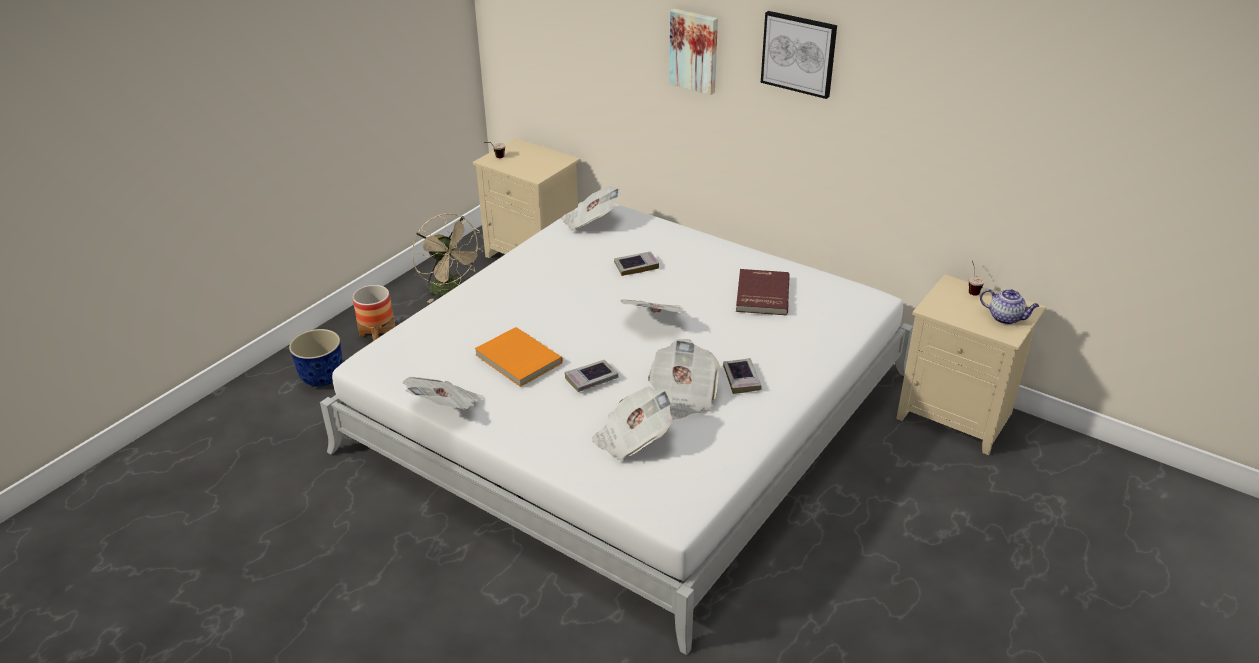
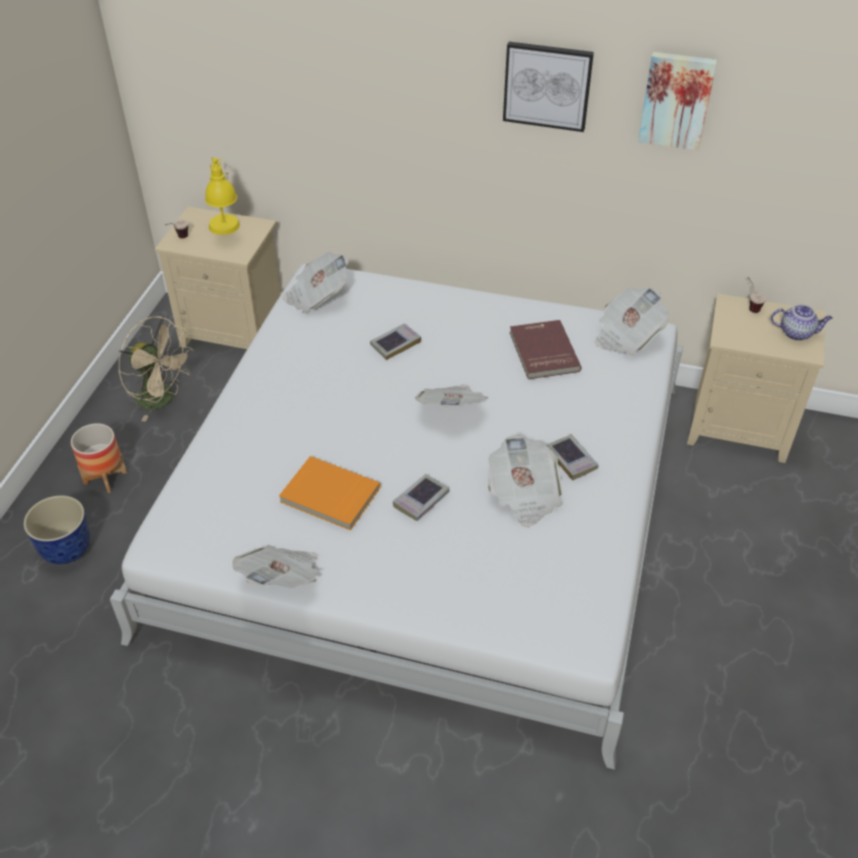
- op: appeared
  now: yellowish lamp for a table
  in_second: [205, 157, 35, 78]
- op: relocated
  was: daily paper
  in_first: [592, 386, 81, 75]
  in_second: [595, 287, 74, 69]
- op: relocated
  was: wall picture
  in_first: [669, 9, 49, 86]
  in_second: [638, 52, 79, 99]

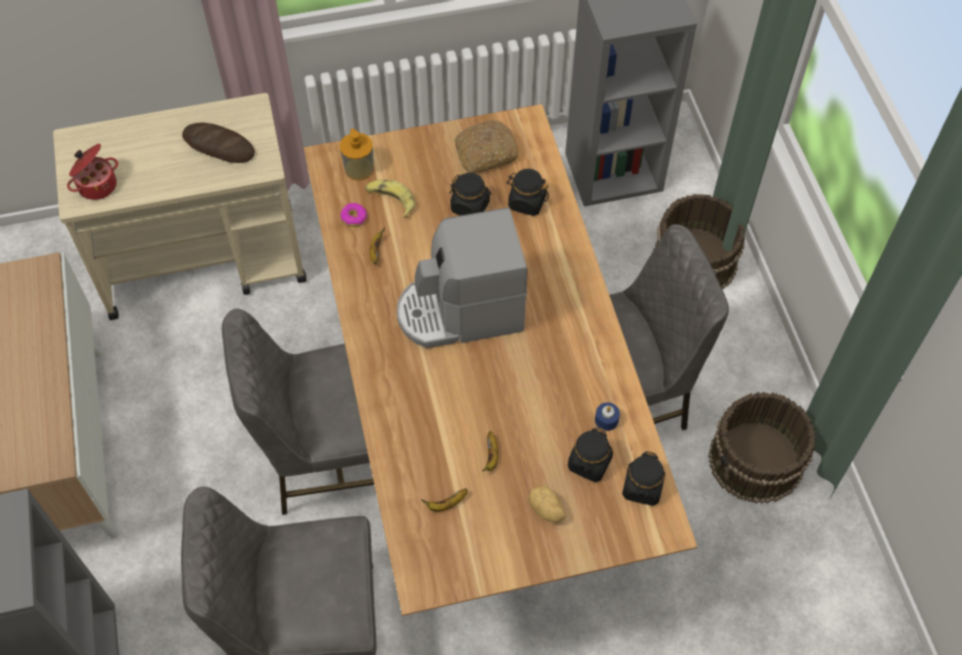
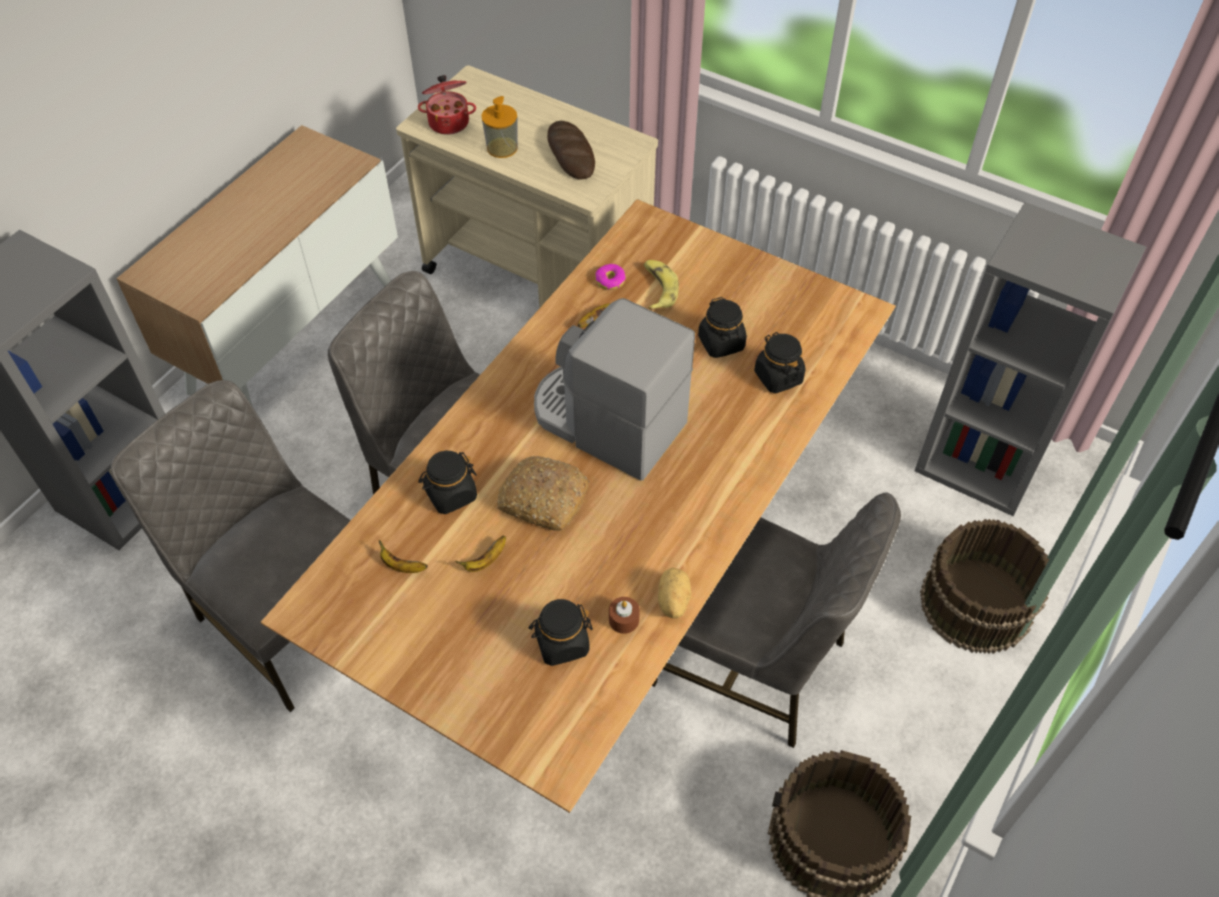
- op: relocated
  was: soap bottle
  in_first: [340, 129, 34, 52]
  in_second: [481, 96, 37, 62]
- op: relocated
  was: baked bread
  in_first: [455, 120, 63, 54]
  in_second: [497, 456, 92, 75]
- op: relocated
  was: whole potato
  in_first: [529, 486, 37, 37]
  in_second: [658, 568, 33, 50]
- op: relocated
  was: black-coloured storage jar
  in_first: [622, 451, 43, 55]
  in_second: [418, 451, 59, 63]
- op: colour
  was: bluish candle
  now: brown candle
  in_first: [595, 402, 25, 29]
  in_second: [609, 597, 31, 37]

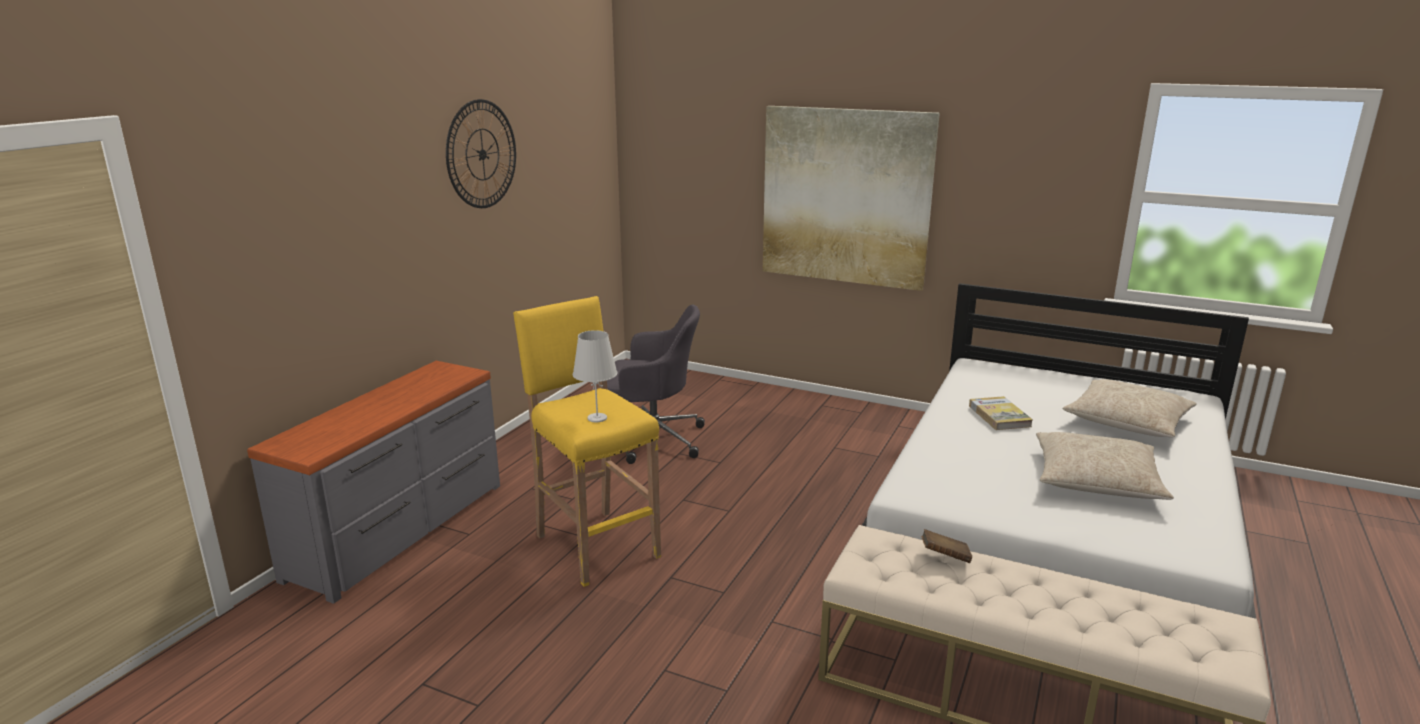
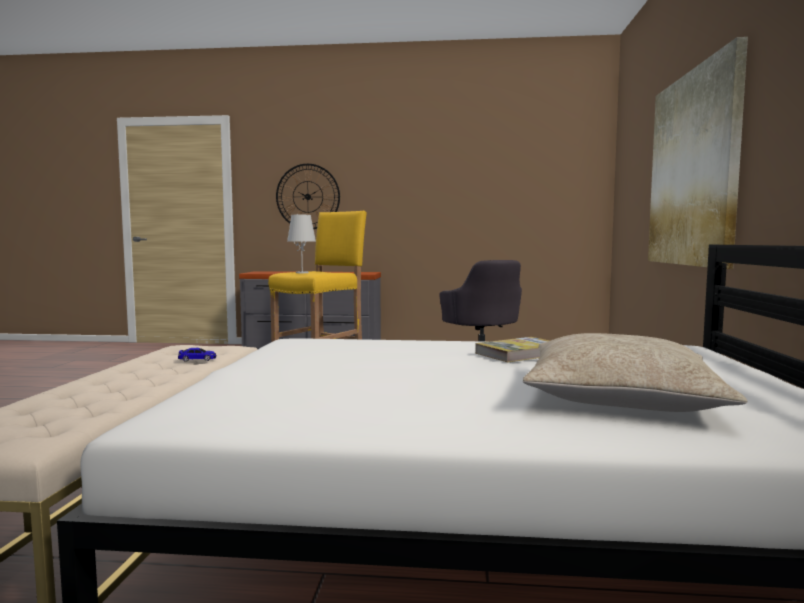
- op: missing
  was: beige-coloured throw pillow
  in_first: [1036, 432, 138, 68]
- op: relocated
  was: hanging clock
  in_first: [446, 99, 70, 109]
  in_second: [276, 164, 64, 65]
- op: exchanged
  was: brown book
  now: model car
  in_first: [921, 529, 51, 34]
  in_second: [178, 348, 38, 14]

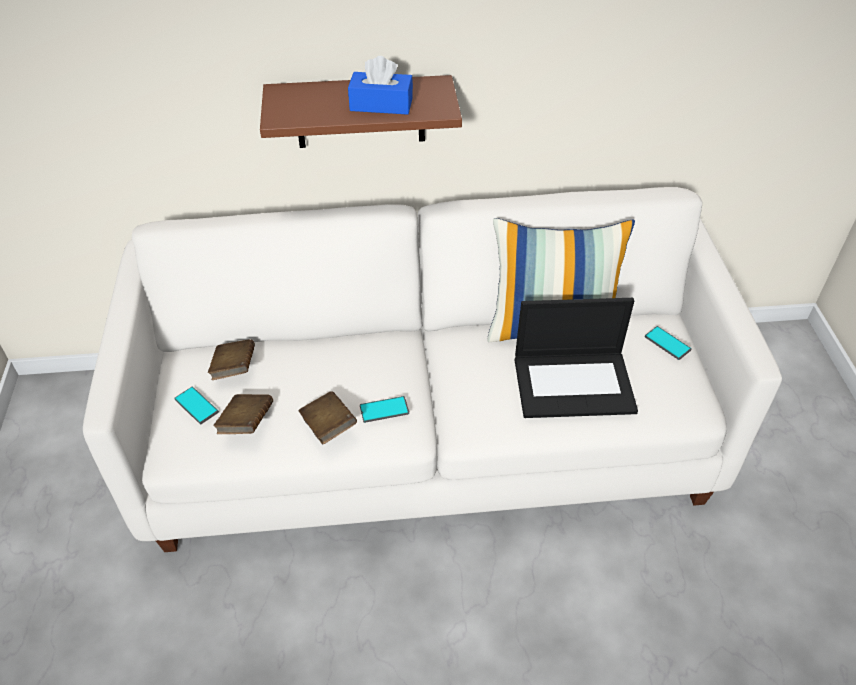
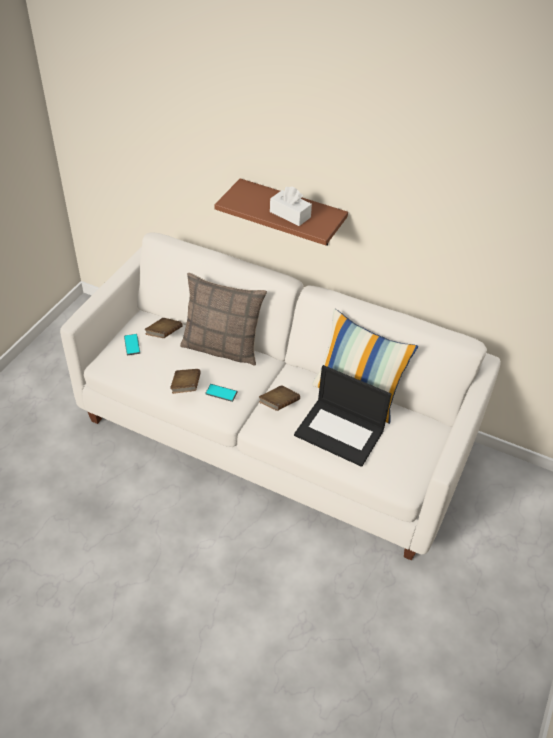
- op: missing
  was: phone
  in_first: [645, 326, 47, 34]
- op: appeared
  now: throw pillow
  in_second: [180, 272, 87, 94]
- op: relocated
  was: brown book
  in_first: [213, 394, 60, 40]
  in_second: [259, 385, 41, 26]
- op: colour
  was: bluish box of tissues
  now: white box of tissues
  in_first: [348, 56, 65, 59]
  in_second: [270, 187, 42, 39]

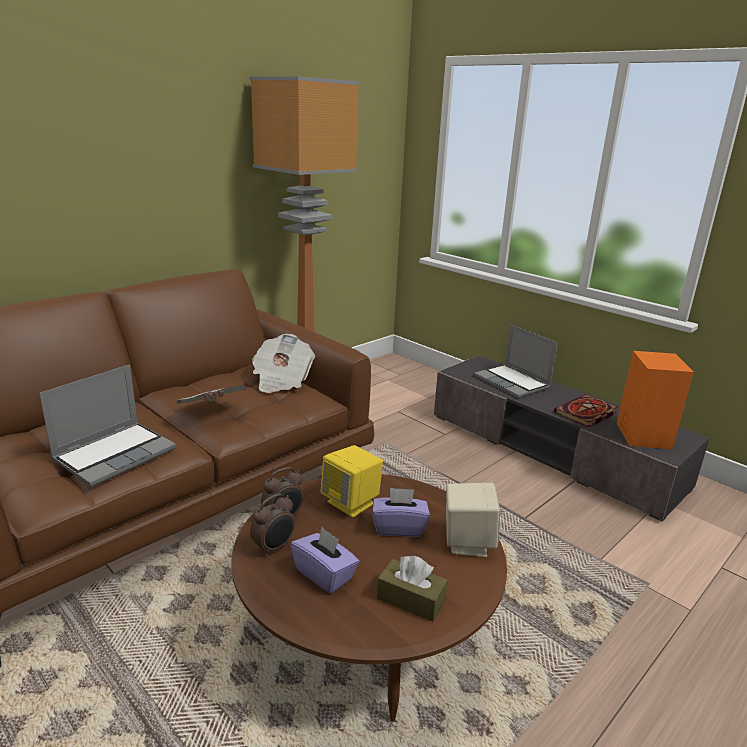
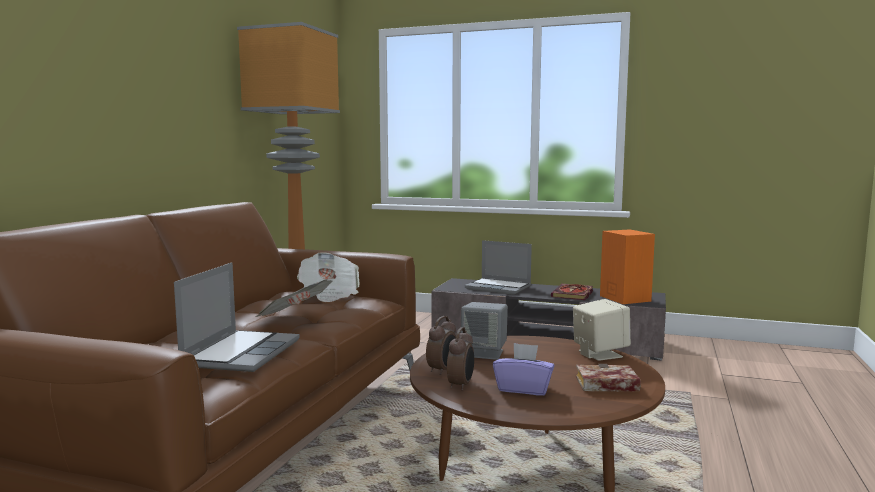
- op: missing
  was: purplish box of tissues
  in_first: [372, 488, 58, 49]
- op: exchanged
  was: brown box of tissues
  now: book
  in_first: [377, 556, 71, 66]
  in_second: [576, 364, 65, 28]
- op: colour
  was: yellowish audio speaker
  now: gray audio speaker
  in_first: [321, 445, 62, 72]
  in_second: [461, 302, 47, 58]

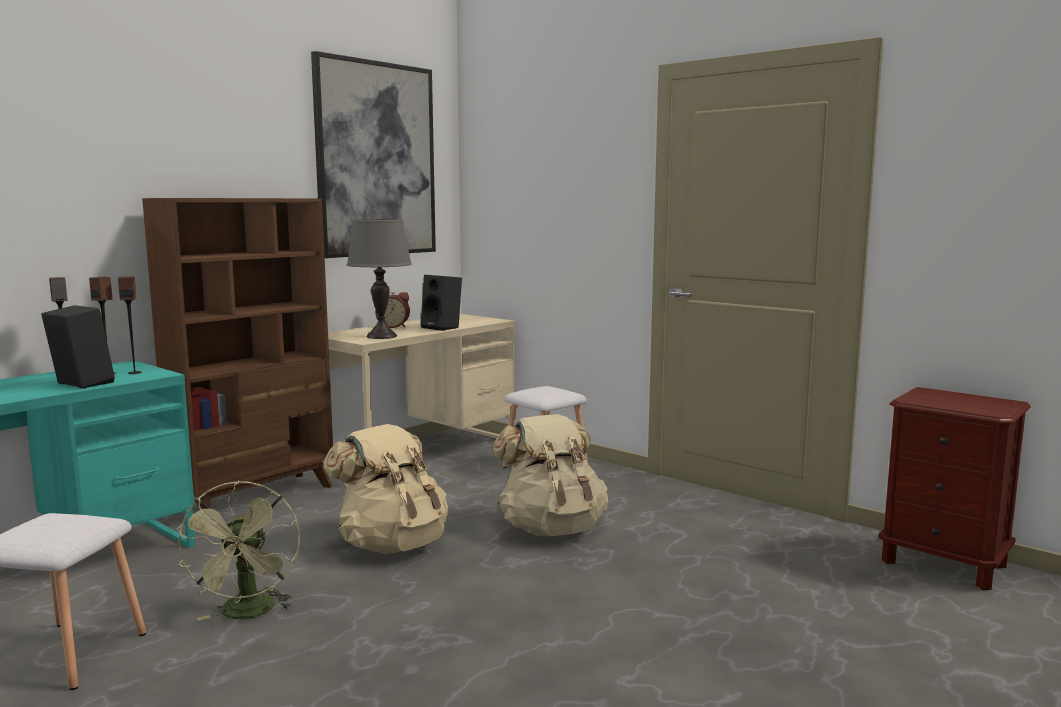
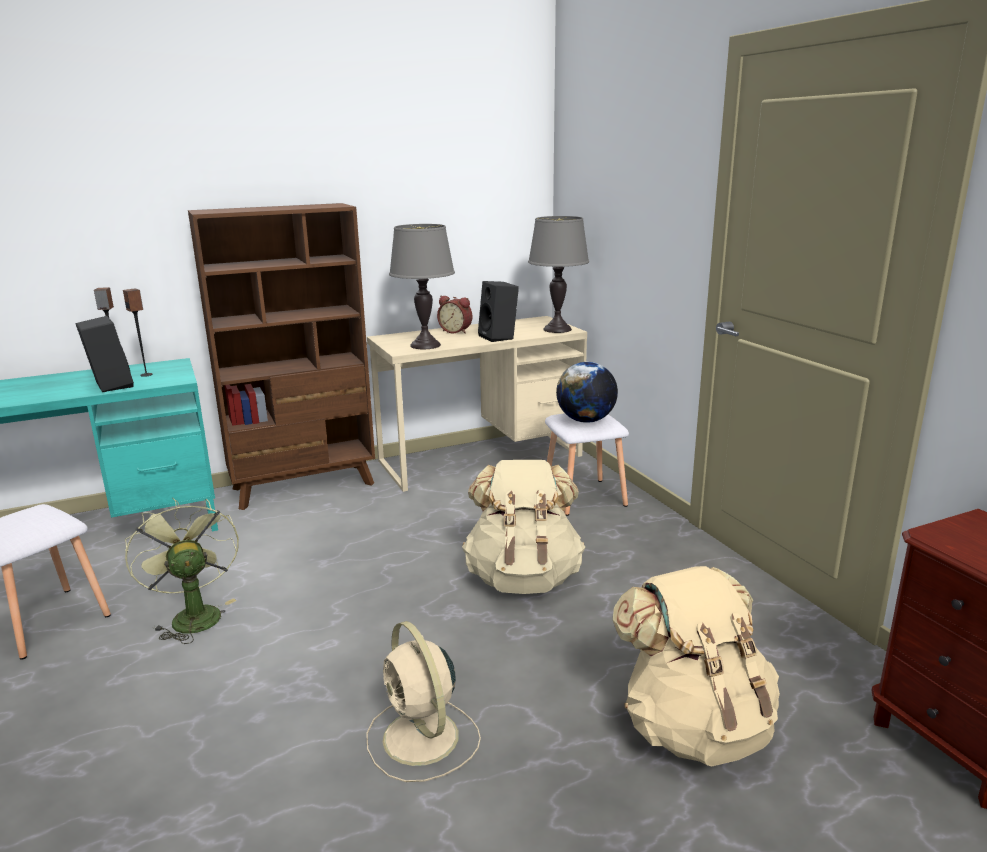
- op: missing
  was: audio speaker
  in_first: [118, 276, 24, 98]
- op: missing
  was: wall picture
  in_first: [311, 51, 125, 207]
- op: appeared
  now: beige-coloured cooling fan
  in_second: [366, 621, 115, 161]
- op: appeared
  now: gray lamp for a table
  in_second: [528, 216, 61, 117]
- op: appeared
  now: desk globe
  in_second: [556, 362, 62, 61]
- op: relocated
  was: beige-coloured rucksack
  in_first: [323, 424, 125, 130]
  in_second: [612, 566, 168, 200]
- op: spun
  was: green-coloured cooling fan
  in_first: [176, 481, 124, 140]
  in_second: [125, 498, 114, 146]
  clockwise: 135

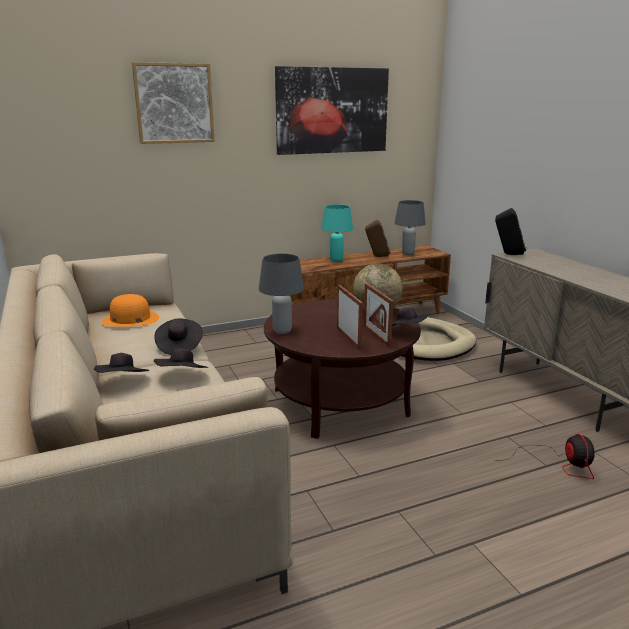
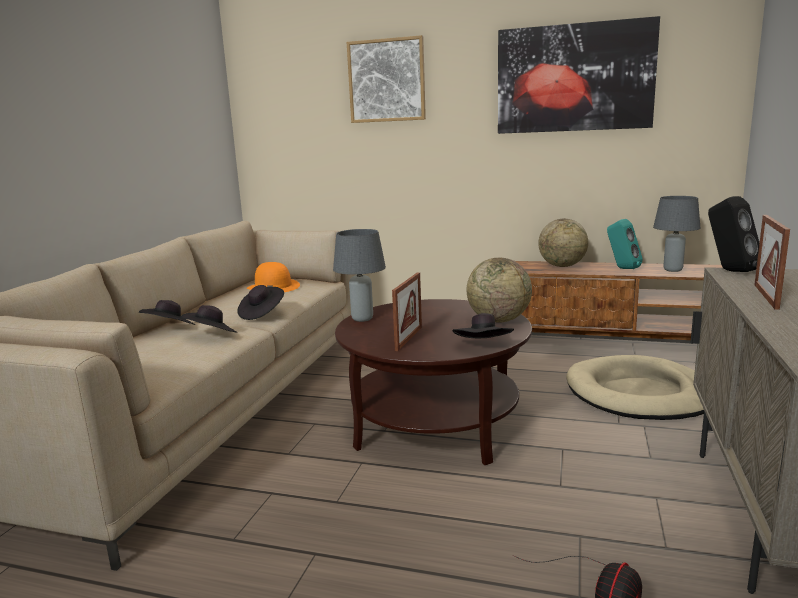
- op: relocated
  was: standing frame
  in_first: [364, 283, 30, 64]
  in_second: [754, 215, 36, 95]
- op: exchanged
  was: blue-green lamp for a table
  now: desk globe
  in_first: [321, 204, 32, 58]
  in_second: [538, 219, 50, 48]
- op: colour
  was: brown audio speaker
  now: blue-green audio speaker
  in_first: [365, 220, 26, 37]
  in_second: [607, 219, 36, 50]

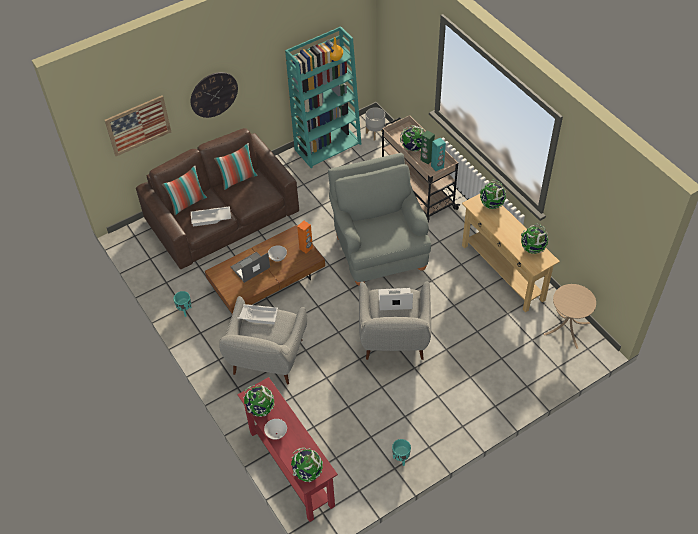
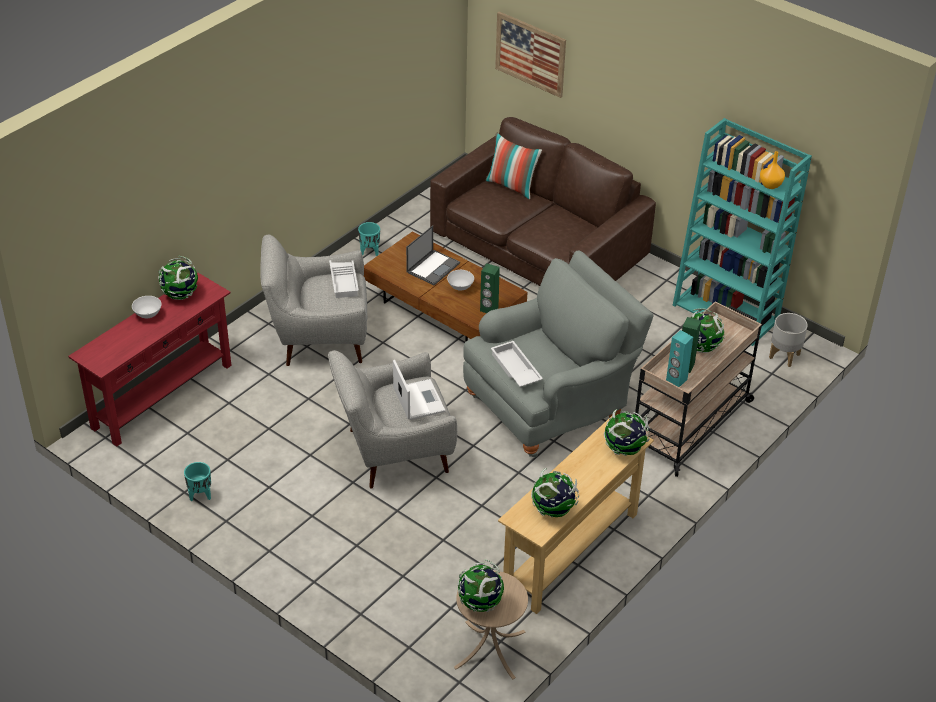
- op: missing
  was: hanging clock
  in_first: [190, 72, 48, 46]
- op: missing
  was: throw pillow
  in_first: [214, 143, 44, 47]
- op: relocated
  was: white serving tray
  in_first: [191, 206, 40, 21]
  in_second: [491, 341, 52, 46]
- op: relocated
  was: desk globe
  in_first: [291, 447, 32, 35]
  in_second: [458, 559, 46, 53]
- op: colour
  was: orange audio speaker
  now: green-coloured audio speaker
  in_first: [297, 221, 16, 32]
  in_second: [480, 263, 20, 50]
- op: spun
  was: notebook computer
  in_first: [231, 252, 39, 31]
  in_second: [406, 225, 54, 60]
  clockwise: 90

